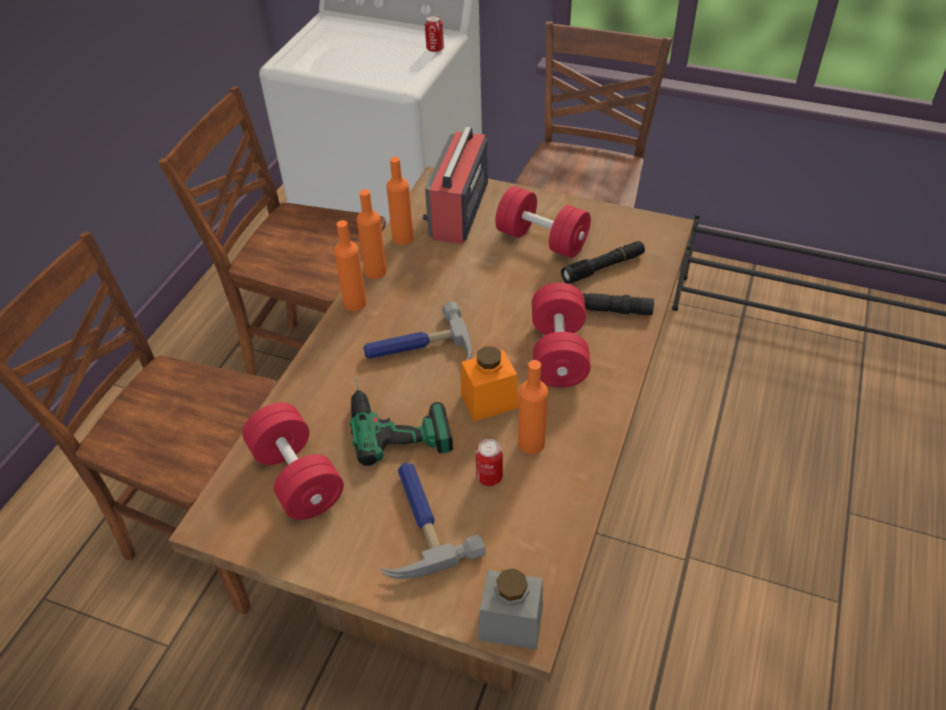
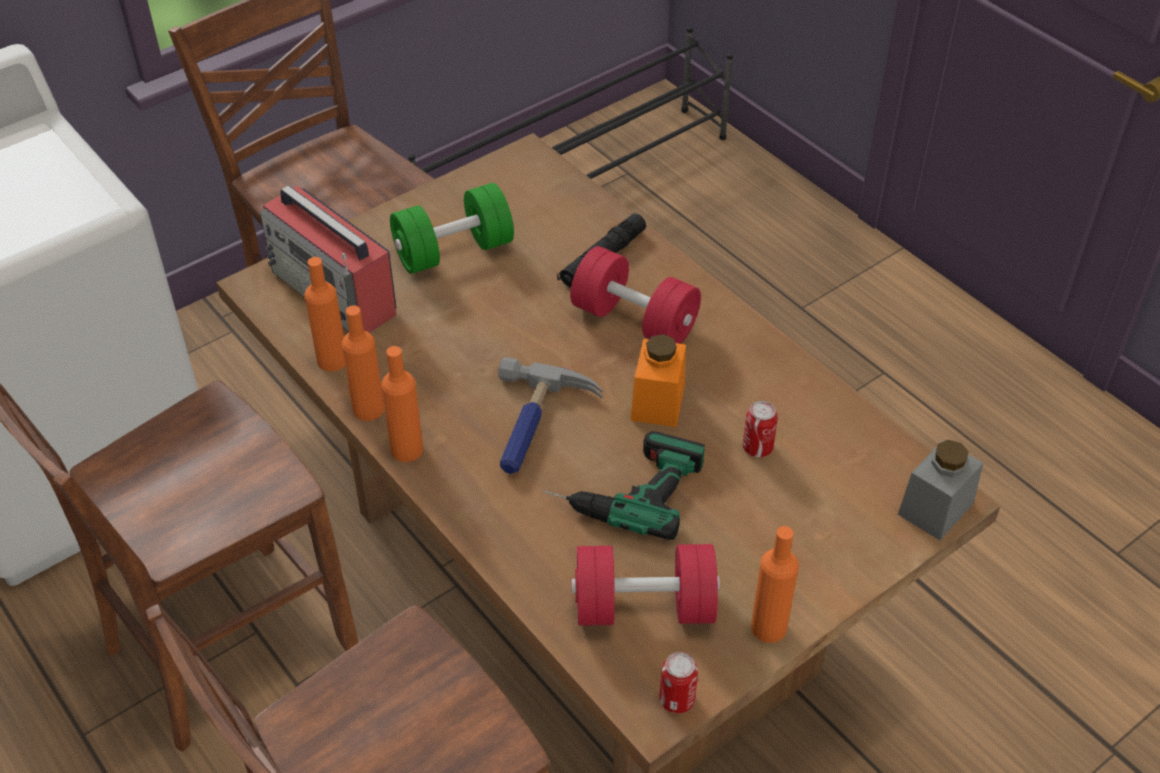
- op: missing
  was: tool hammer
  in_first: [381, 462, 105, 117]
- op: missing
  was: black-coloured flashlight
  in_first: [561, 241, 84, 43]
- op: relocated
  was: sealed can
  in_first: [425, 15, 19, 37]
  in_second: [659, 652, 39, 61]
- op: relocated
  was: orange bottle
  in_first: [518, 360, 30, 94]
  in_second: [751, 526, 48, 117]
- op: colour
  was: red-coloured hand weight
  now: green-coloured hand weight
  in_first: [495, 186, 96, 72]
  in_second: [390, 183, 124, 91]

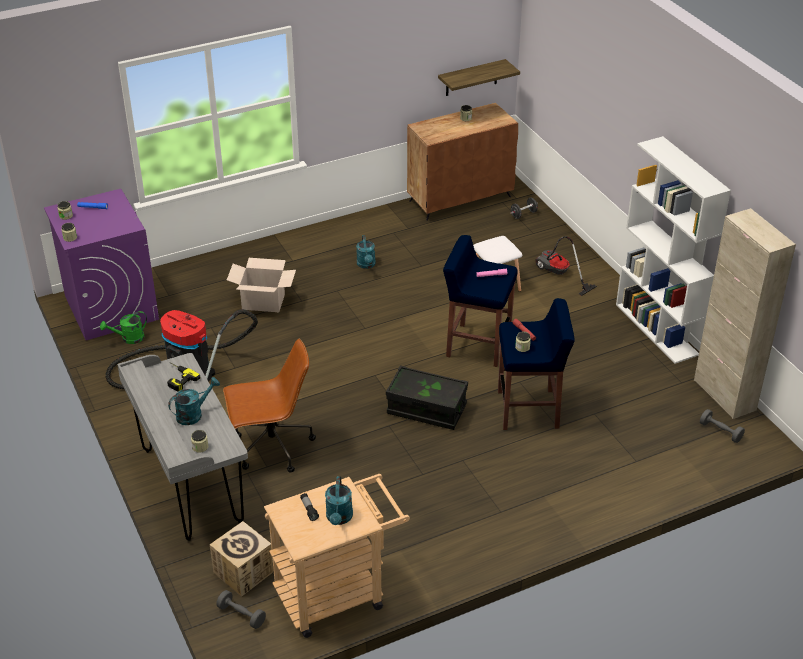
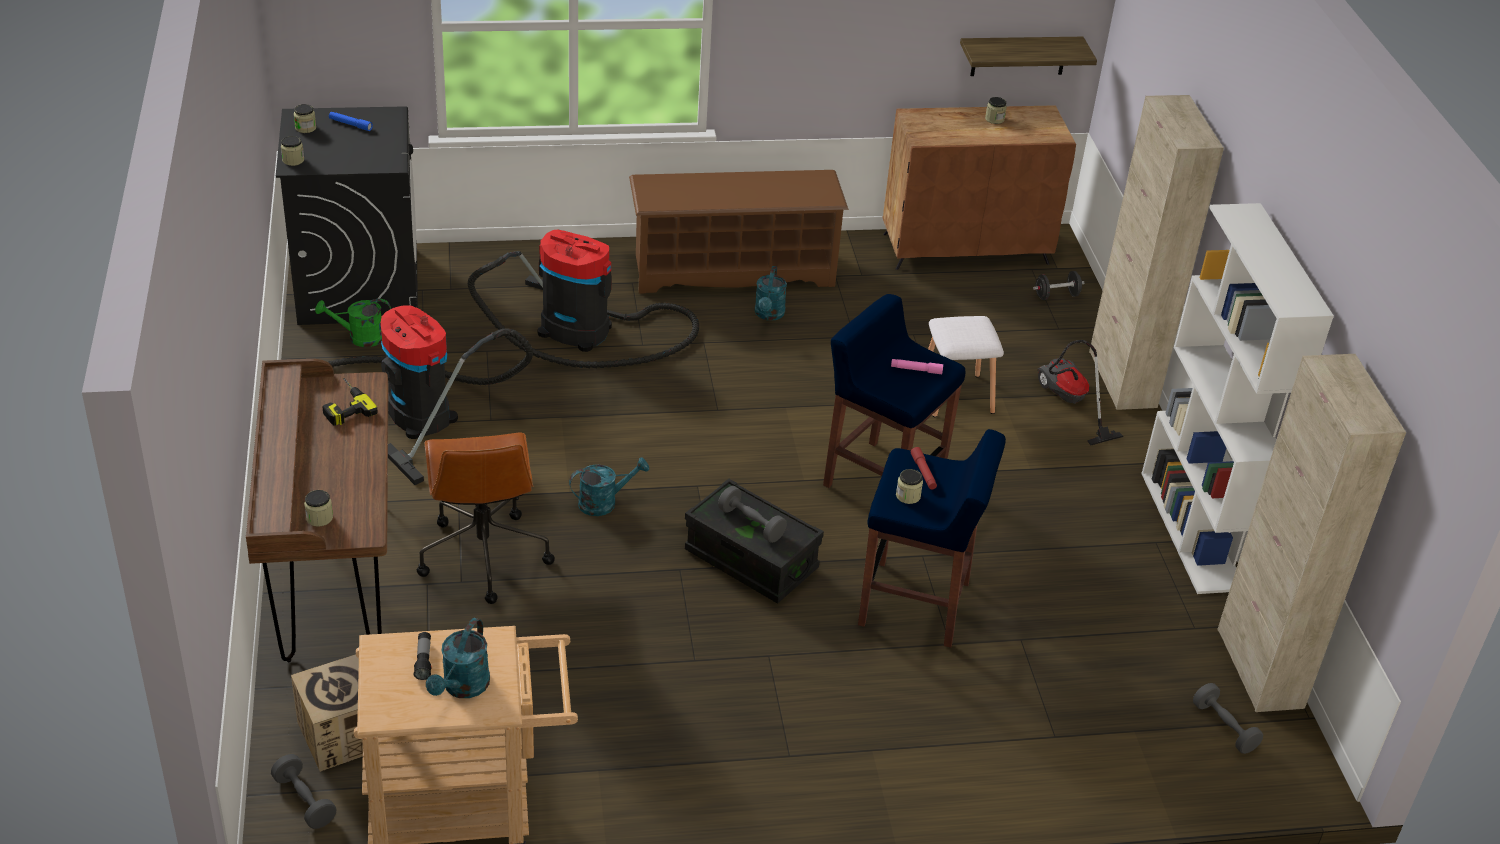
- op: appeared
  now: brown shoe rack
  in_second: [629, 170, 219, 124]
- op: appeared
  now: gray hand weight
  in_second: [718, 486, 69, 57]
- op: appeared
  now: beige-coloured cupboard
  in_second: [1089, 95, 135, 315]
- op: relocated
  was: blue-green watering pot
  in_first: [168, 377, 52, 48]
  in_second: [569, 457, 80, 59]
- op: exchanged
  was: cardboard box
  now: vacuum cleaner
  in_first: [227, 258, 69, 54]
  in_second: [468, 229, 231, 139]
- op: colour
  was: purplish washing machine
  now: black-coloured washing machine
  in_first: [44, 189, 115, 151]
  in_second: [276, 106, 142, 219]
- op: colour
  was: gray desk table
  now: brown desk table
  in_first: [117, 353, 131, 188]
  in_second: [246, 359, 143, 303]
- op: spun
  was: brown desk chair
  in_first: [223, 338, 93, 135]
  in_second: [416, 432, 139, 172]
  clockwise: 75

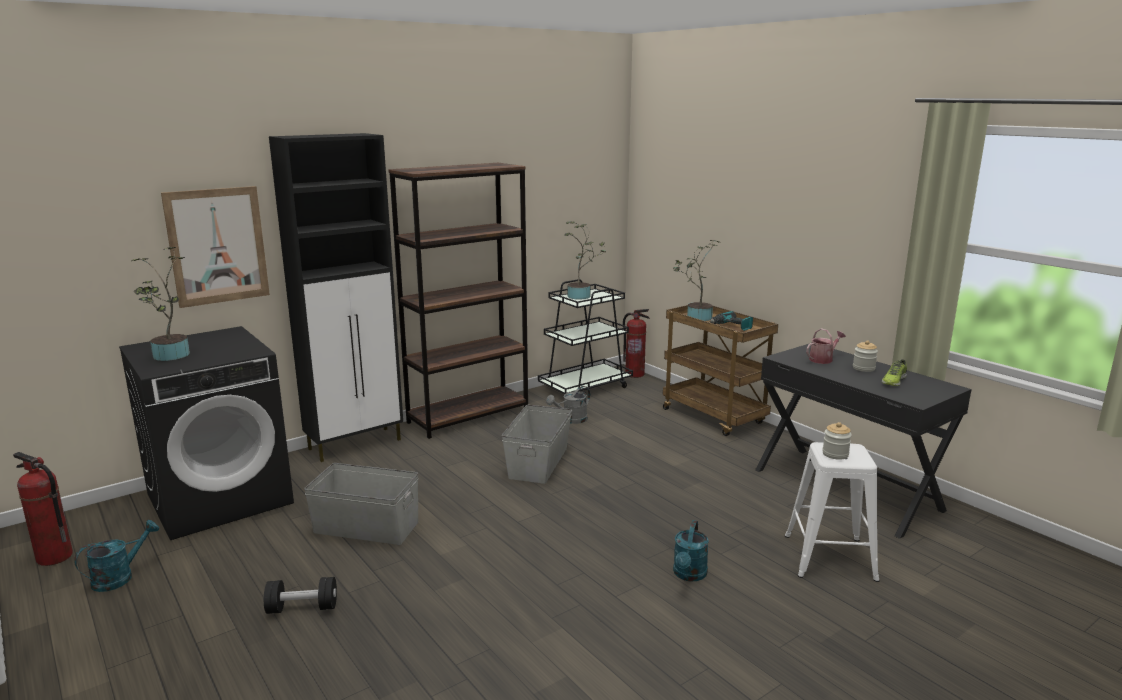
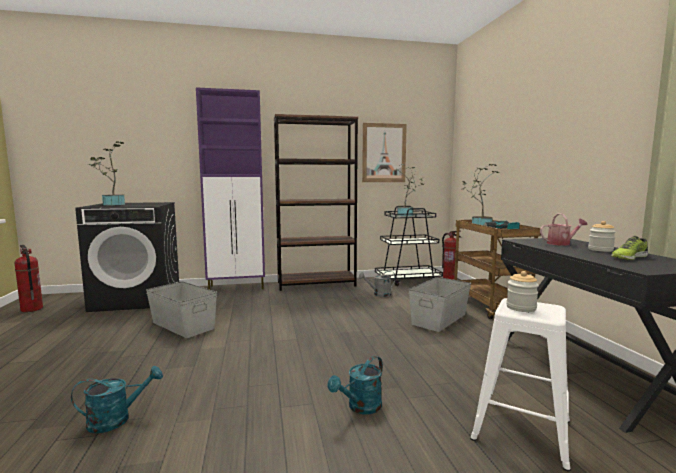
- op: missing
  was: black-coloured hand weight
  in_first: [264, 577, 73, 37]
- op: relocated
  was: blue-green watering pot
  in_first: [74, 520, 85, 72]
  in_second: [71, 366, 92, 67]
- op: relocated
  was: wall picture
  in_first: [161, 186, 109, 122]
  in_second: [362, 123, 45, 59]
- op: relocated
  was: gray storage container
  in_first: [501, 405, 71, 79]
  in_second: [408, 277, 63, 55]
- op: colour
  was: black-coloured cupboard
  now: purplish cupboard
  in_first: [269, 133, 134, 329]
  in_second: [196, 87, 69, 203]

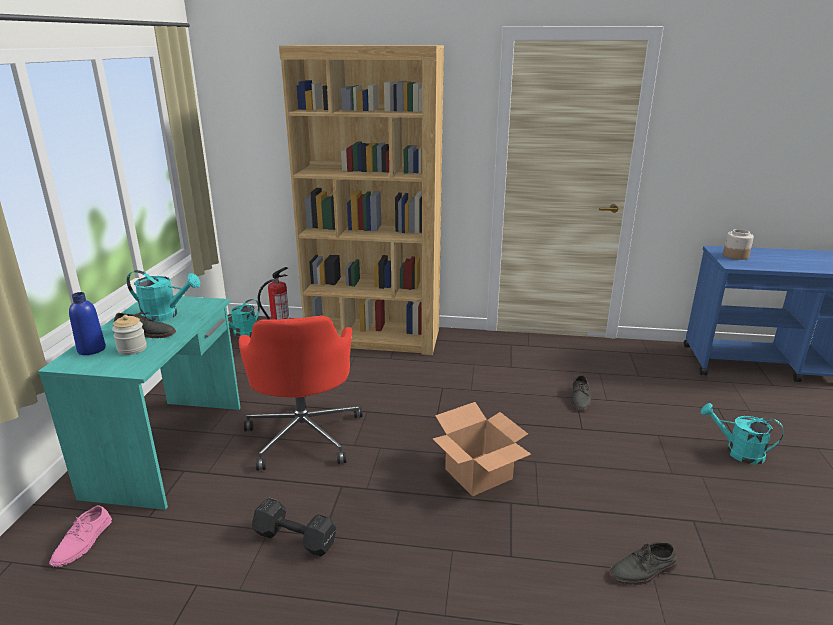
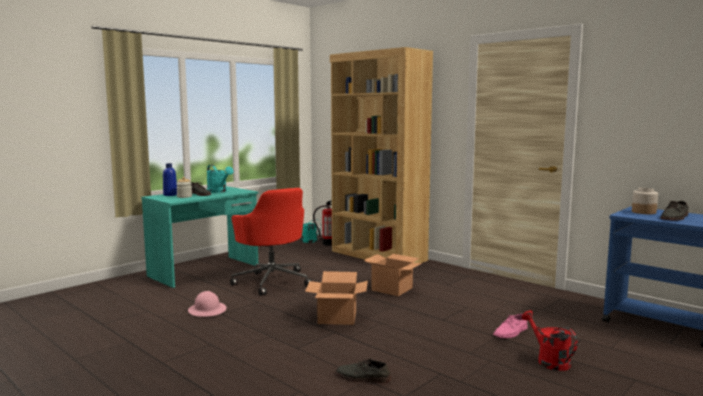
- op: appeared
  now: cardboard box
  in_second: [364, 254, 58, 42]
- op: relocated
  was: pink shoe
  in_first: [49, 506, 63, 62]
  in_second: [493, 314, 35, 25]
- op: relocated
  was: gray shoe
  in_first: [571, 375, 20, 36]
  in_second: [660, 201, 29, 20]
- op: exchanged
  was: black-coloured hand weight
  now: pink work helmet
  in_first: [252, 498, 85, 59]
  in_second: [188, 291, 38, 26]
- op: colour
  was: blue-green watering pot
  now: red-coloured watering pot
  in_first: [701, 403, 83, 62]
  in_second: [522, 310, 56, 61]
- op: spun
  was: red-coloured desk chair
  in_first: [239, 315, 124, 156]
  in_second: [230, 188, 82, 108]
  clockwise: -60

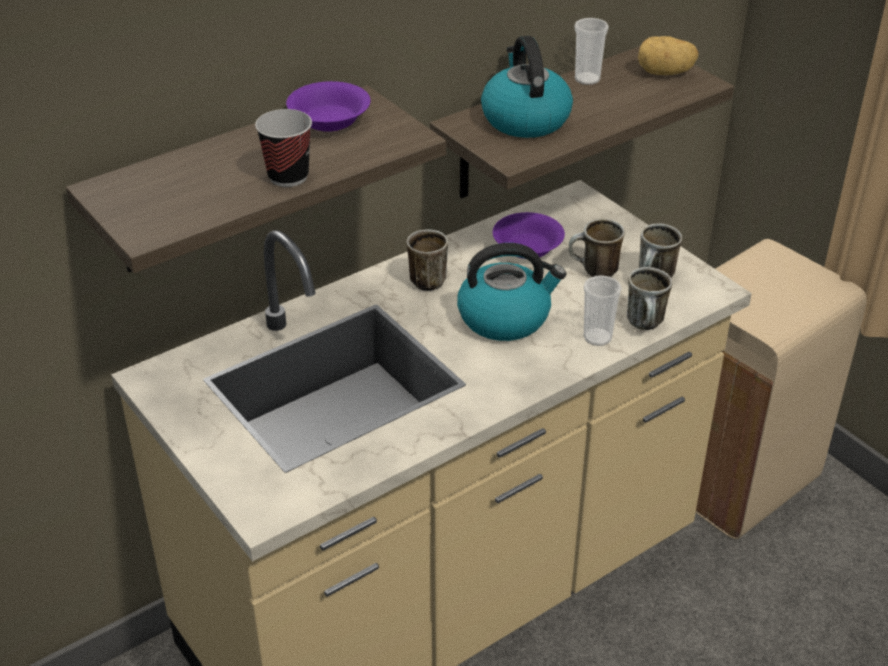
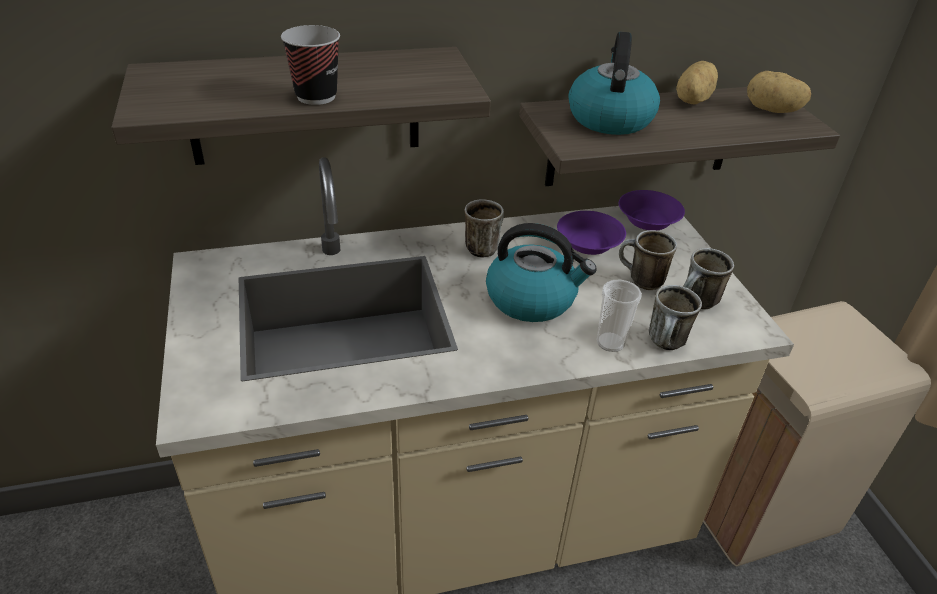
- op: relocated
  was: purplish serving bowl
  in_first: [286, 81, 85, 51]
  in_second: [619, 190, 66, 40]
- op: exchanged
  was: drinking cup
  now: whole potato
  in_first: [574, 18, 35, 67]
  in_second: [676, 61, 42, 43]

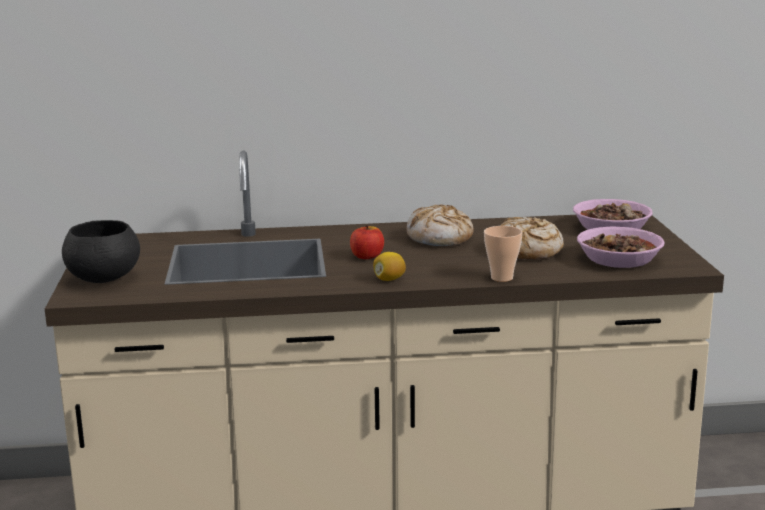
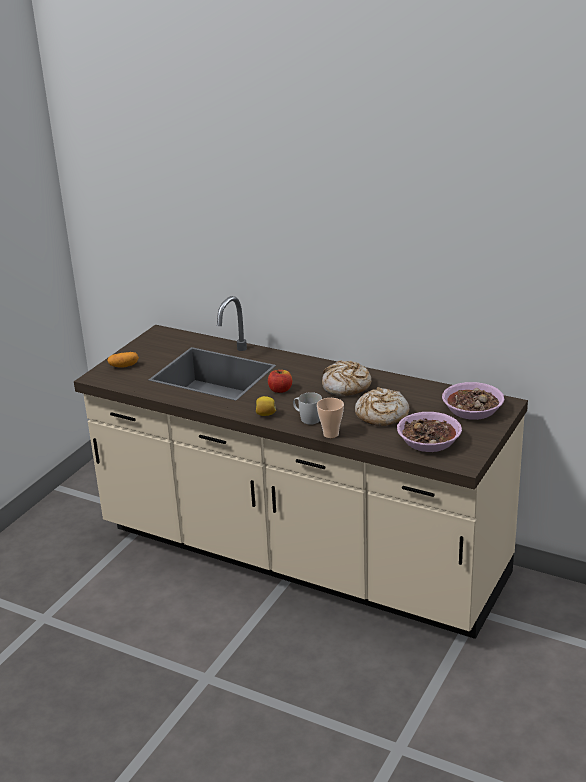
- op: appeared
  now: white coffee mug
  in_second: [293, 392, 29, 33]
- op: exchanged
  was: black-coloured serving bowl
  now: whole potato
  in_first: [62, 220, 78, 63]
  in_second: [107, 352, 32, 16]

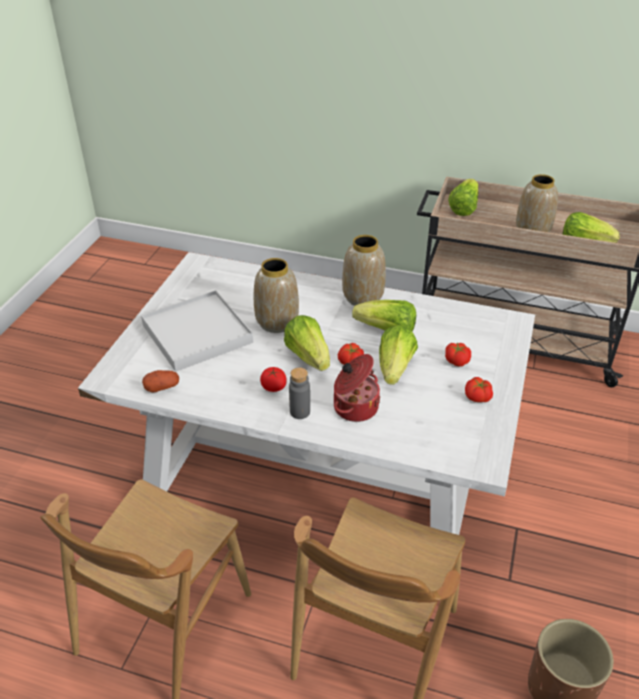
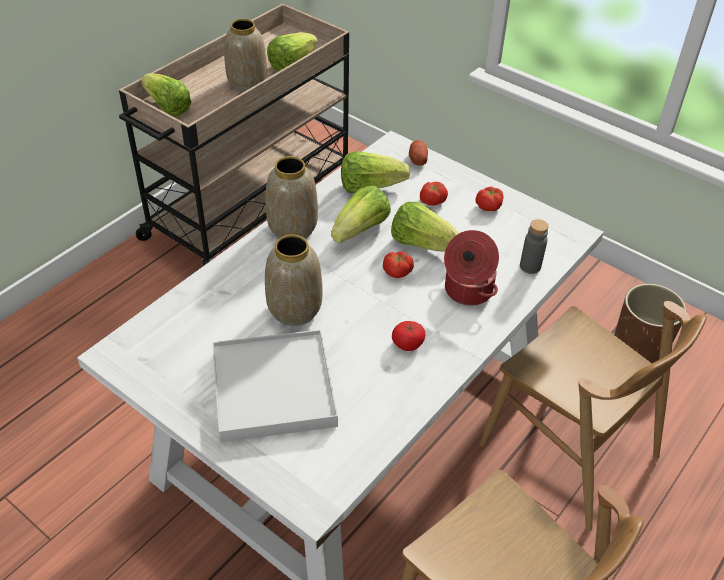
- op: relocated
  was: whole potato
  in_first: [142, 370, 37, 22]
  in_second: [409, 140, 19, 25]
- op: relocated
  was: lettuce
  in_first: [284, 315, 46, 56]
  in_second: [341, 151, 69, 43]
- op: relocated
  was: gray bottle
  in_first: [289, 367, 21, 52]
  in_second: [520, 219, 29, 55]

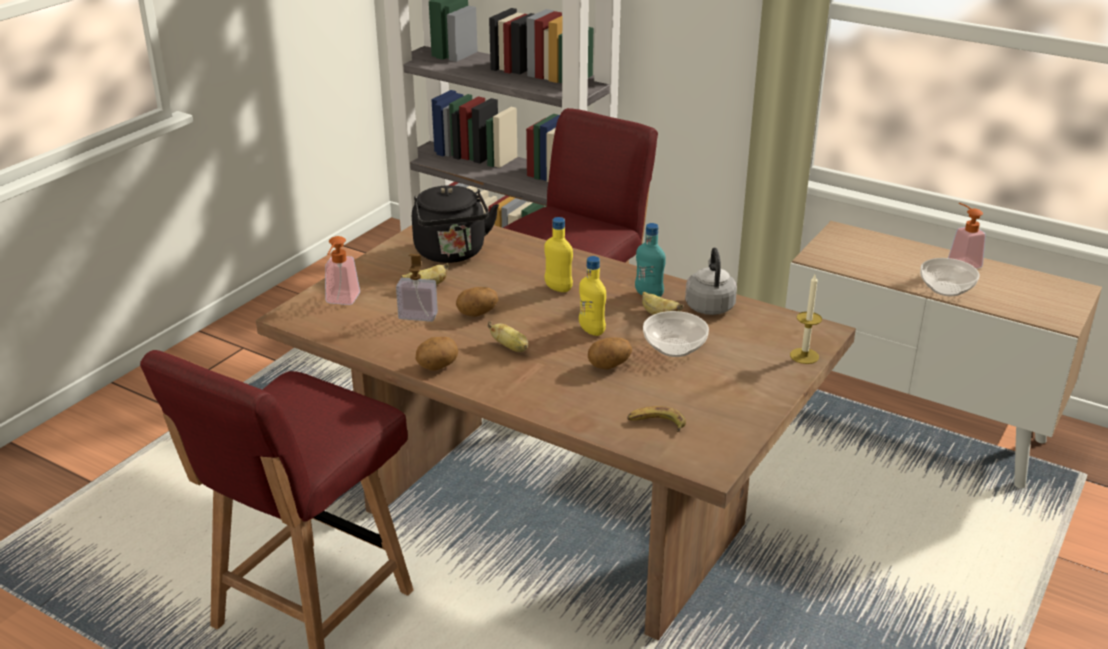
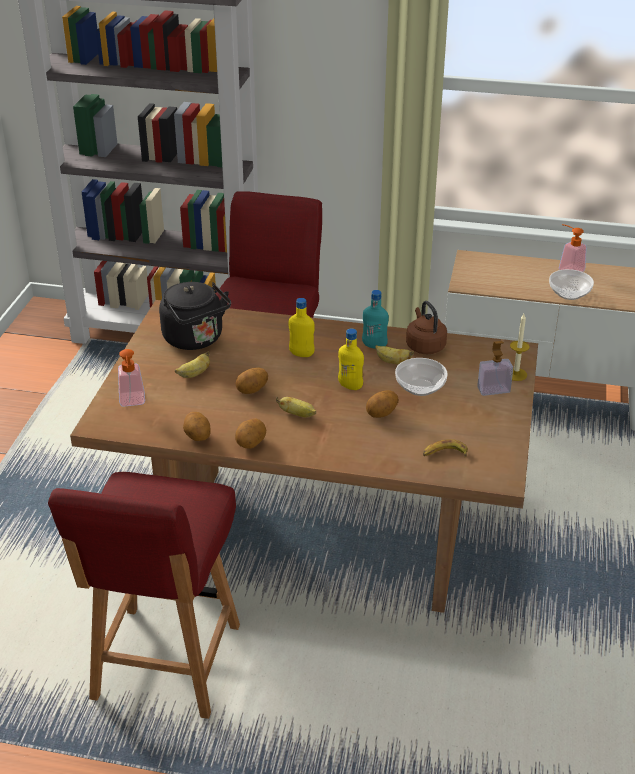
- op: appeared
  now: whole potato
  in_second: [183, 412, 28, 29]
- op: relocated
  was: soap bottle
  in_first: [396, 254, 42, 68]
  in_second: [477, 341, 36, 55]
- op: colour
  was: gray water kettle
  now: brown water kettle
  in_first: [685, 247, 52, 68]
  in_second: [406, 301, 41, 53]

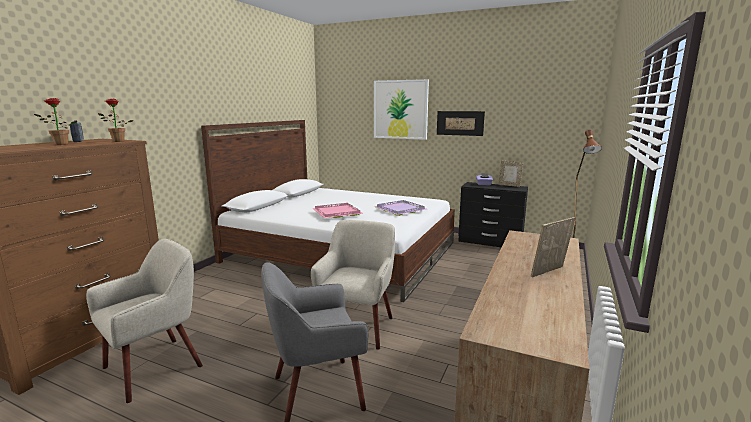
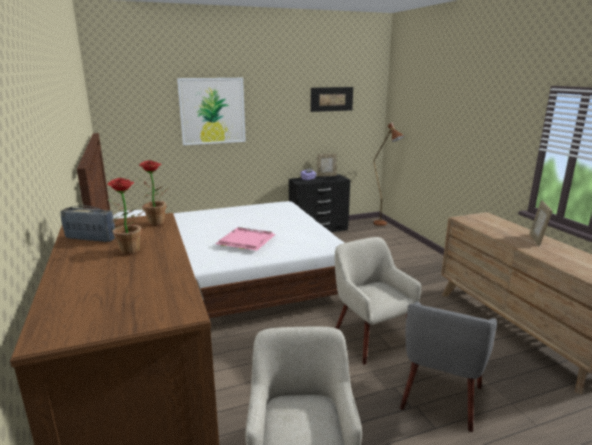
- op: missing
  was: purplish serving tray
  in_first: [375, 200, 52, 16]
- op: relocated
  was: wall picture
  in_first: [437, 111, 48, 25]
  in_second: [310, 87, 43, 25]

